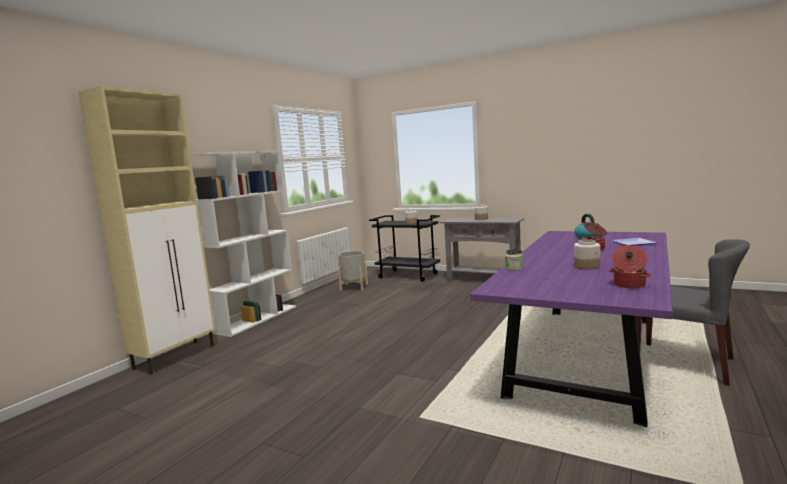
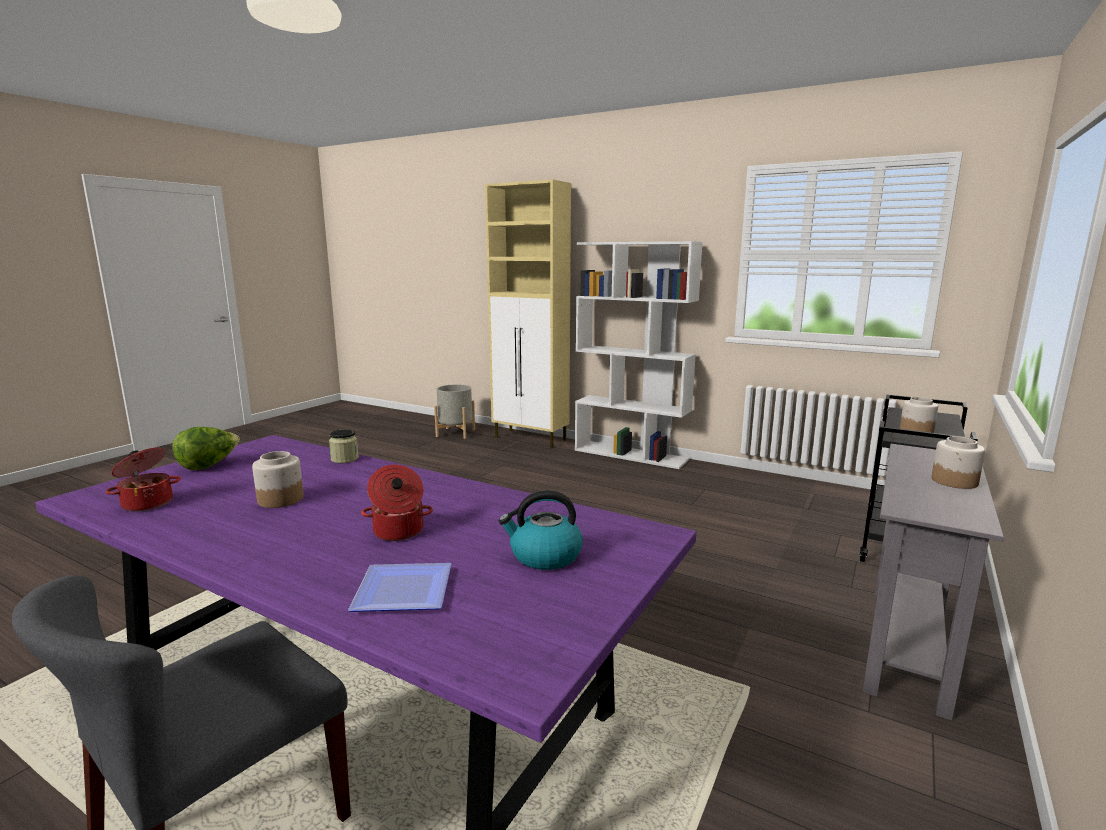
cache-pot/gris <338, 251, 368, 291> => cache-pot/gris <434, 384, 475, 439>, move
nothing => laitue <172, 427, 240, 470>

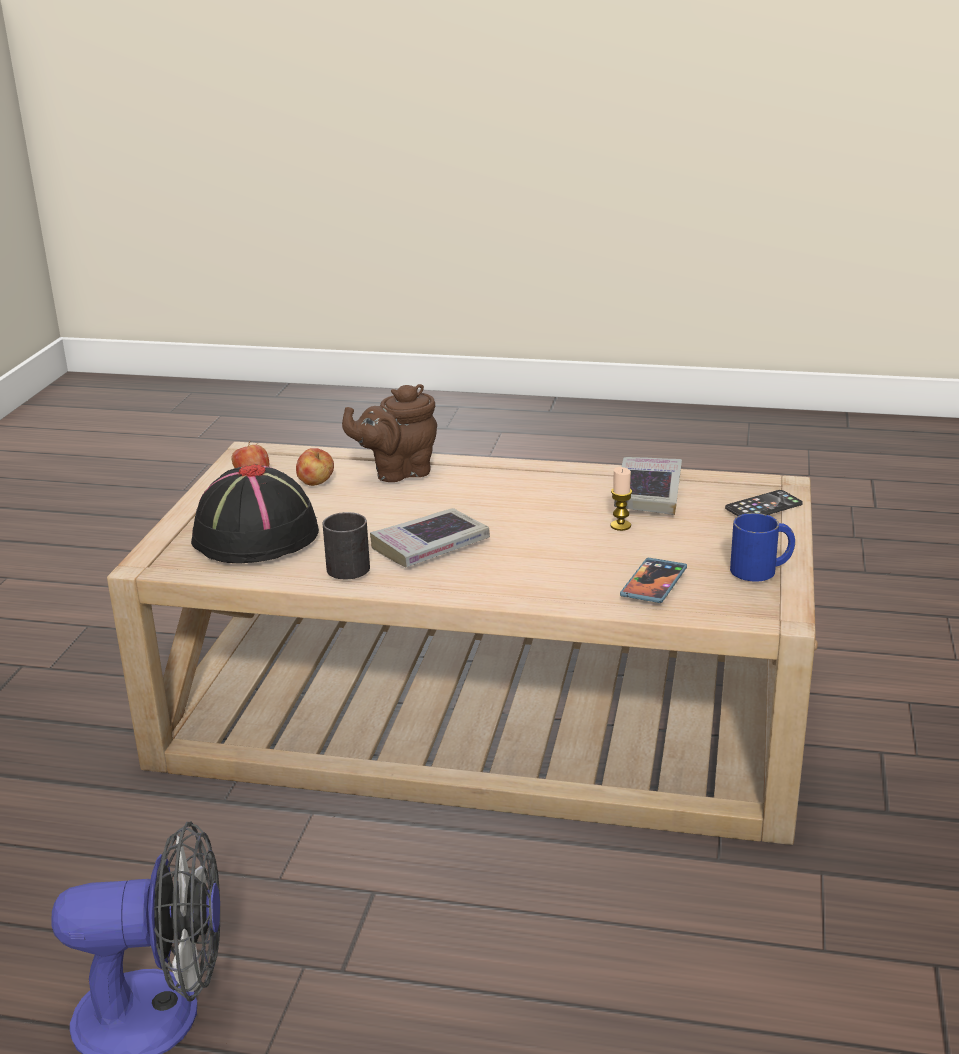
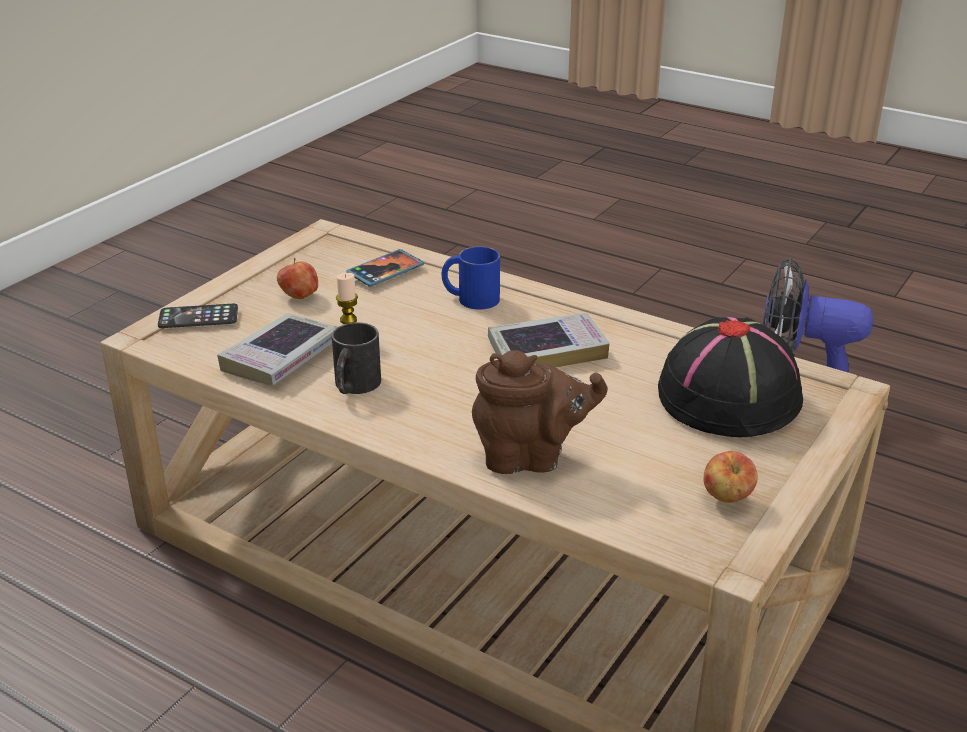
pomme <296, 448, 334, 486> => pomme <277, 258, 318, 299>, move
mug/noir <322, 512, 370, 579> => mug/noir <332, 322, 381, 394>, move
mug/bleu <730, 513, 795, 582> => mug/bleu <441, 246, 500, 310>, move

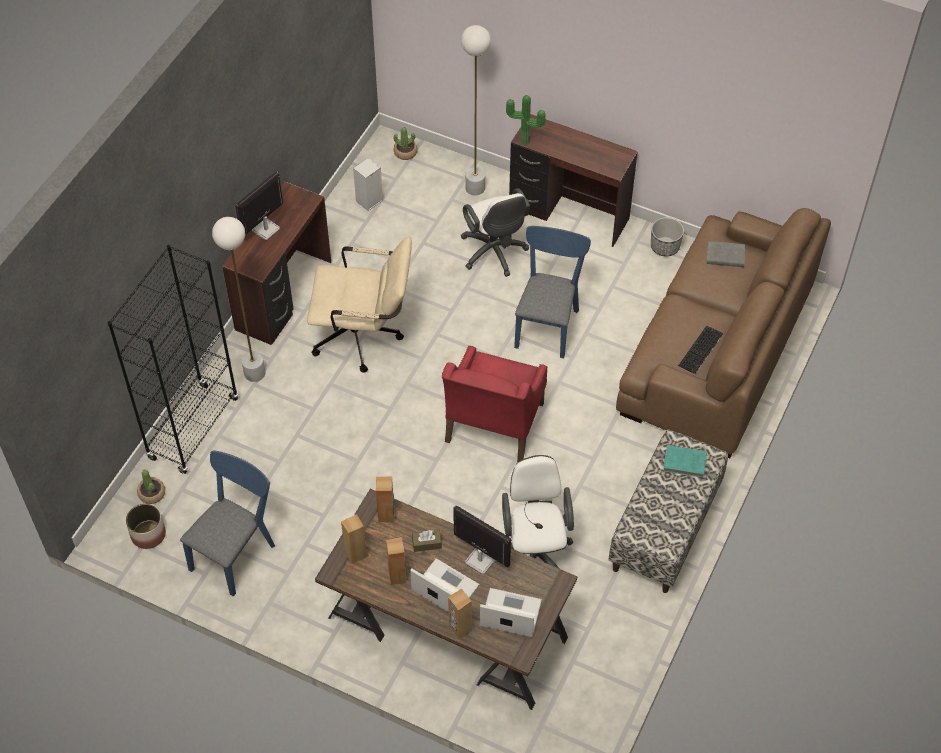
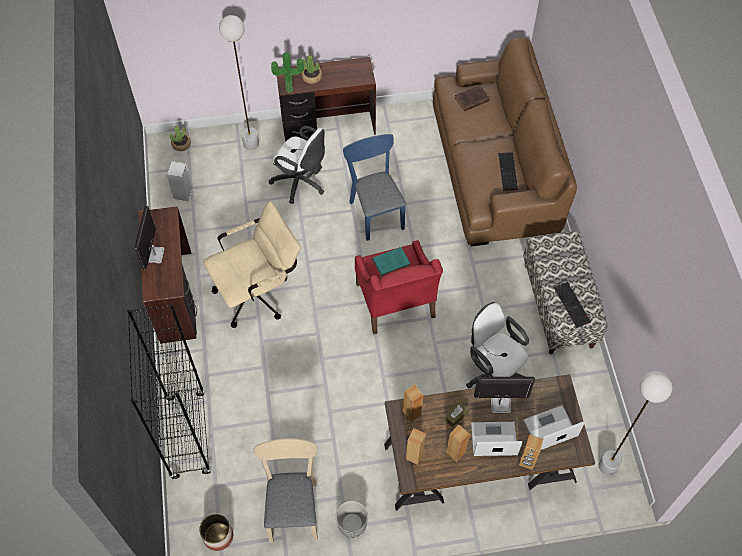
lampadaire/blanc <212, 217, 266, 382> => lampadaire/blanc <598, 371, 673, 475>, move
cache-pot <651, 217, 684, 256> => cache-pot <336, 501, 368, 538>, move
livre/gris <707, 241, 745, 267> => livre/marron <455, 85, 490, 111>
livre/turquoise <663, 445, 707, 478> => livre/turquoise <373, 247, 410, 277>, move
chaise/bleu <180, 451, 275, 597> => chaise/beige <254, 438, 318, 543>
plante en pot <137, 469, 165, 504> => plante en pot <301, 55, 322, 84>, move
nothing => clavier <553, 282, 591, 328>

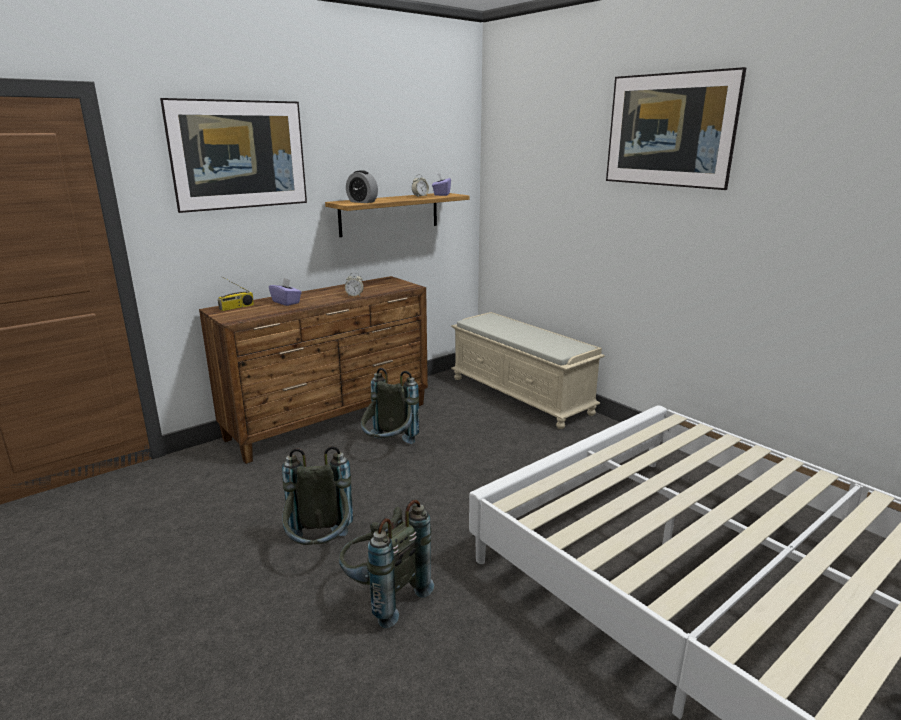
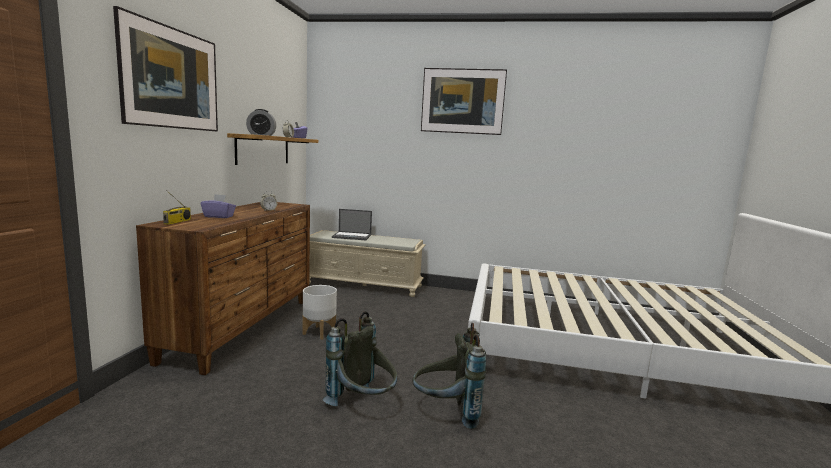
sac à dos/gris <361, 368, 419, 444> => cache-pot/blanc <303, 285, 337, 340>
nothing => ordinateur portable <332, 209, 372, 240>

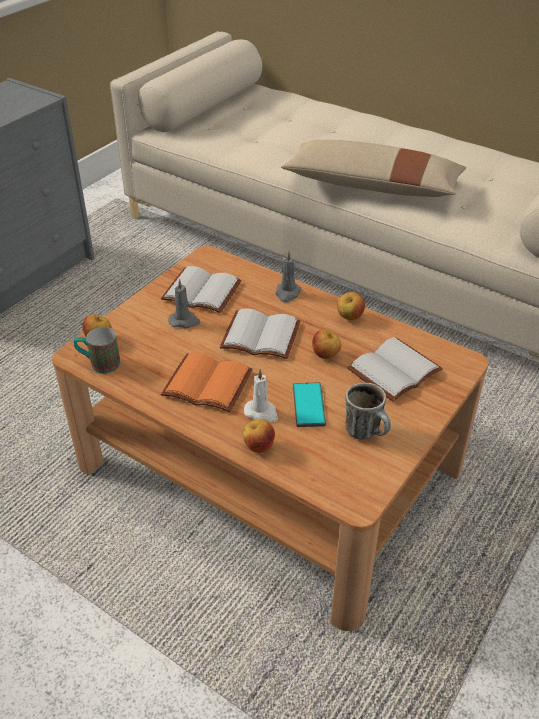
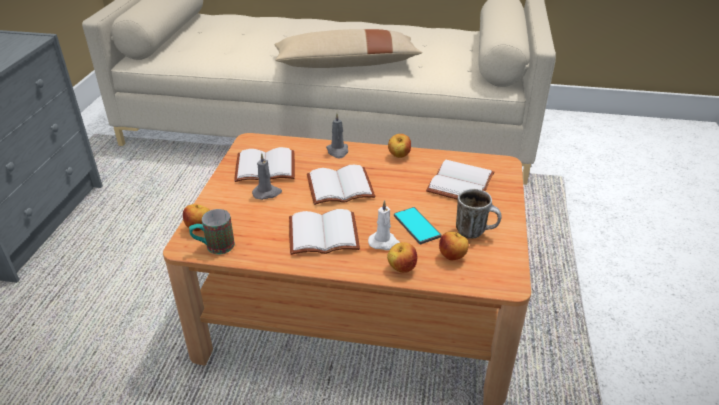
pomme <312, 329, 342, 359> => pomme <439, 232, 469, 260>, move
livre/orange <161, 352, 253, 412> => livre/blanc <289, 209, 360, 255>

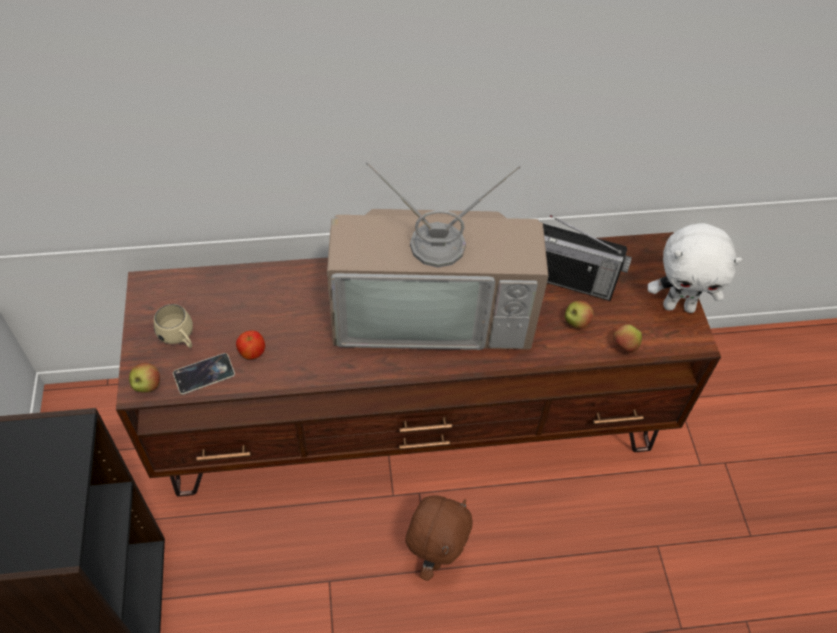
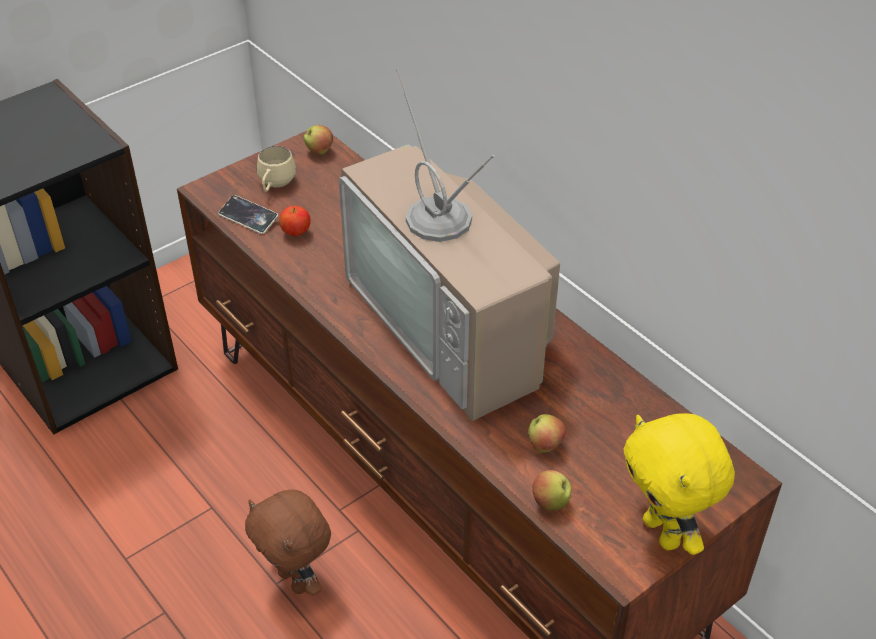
radio <543, 215, 632, 301> => nothing
peluche/blanc <648, 223, 742, 313> => peluche/jaune <624, 413, 735, 555>
pomme <129, 363, 160, 393> => pomme <304, 125, 333, 155>, move
peluche/marron <405, 495, 473, 581> => peluche/marron <245, 490, 331, 595>, 60 degrees clockwise

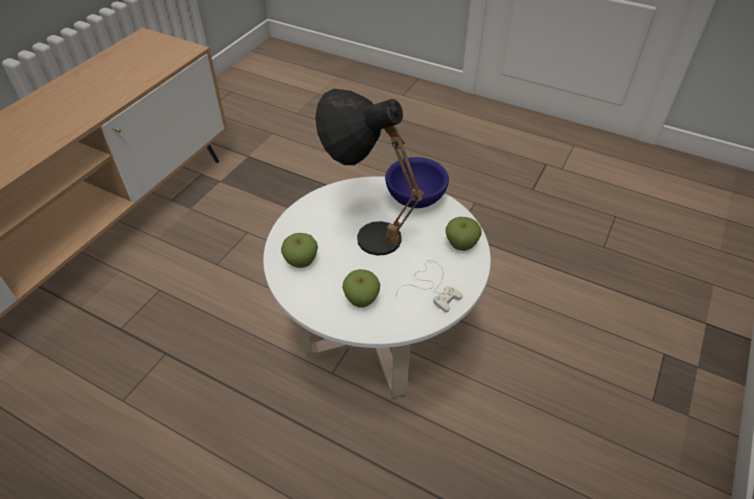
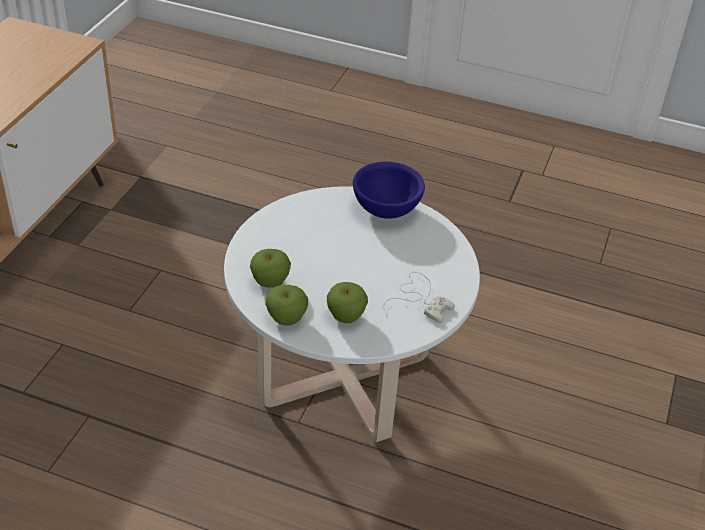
lampe de table/noir <315, 89, 424, 256> => nothing
pomme <446, 217, 482, 251> => pomme <265, 285, 308, 326>, move

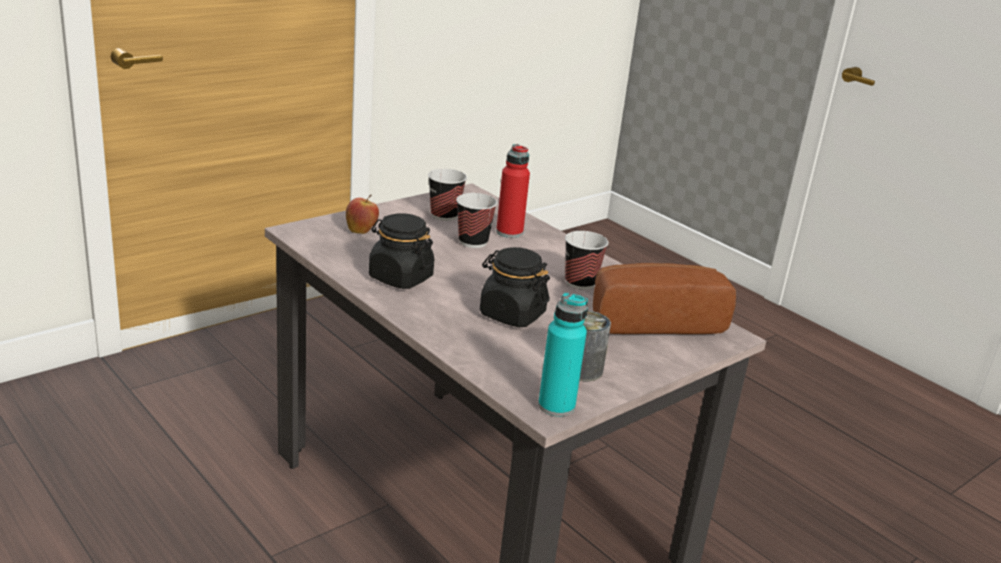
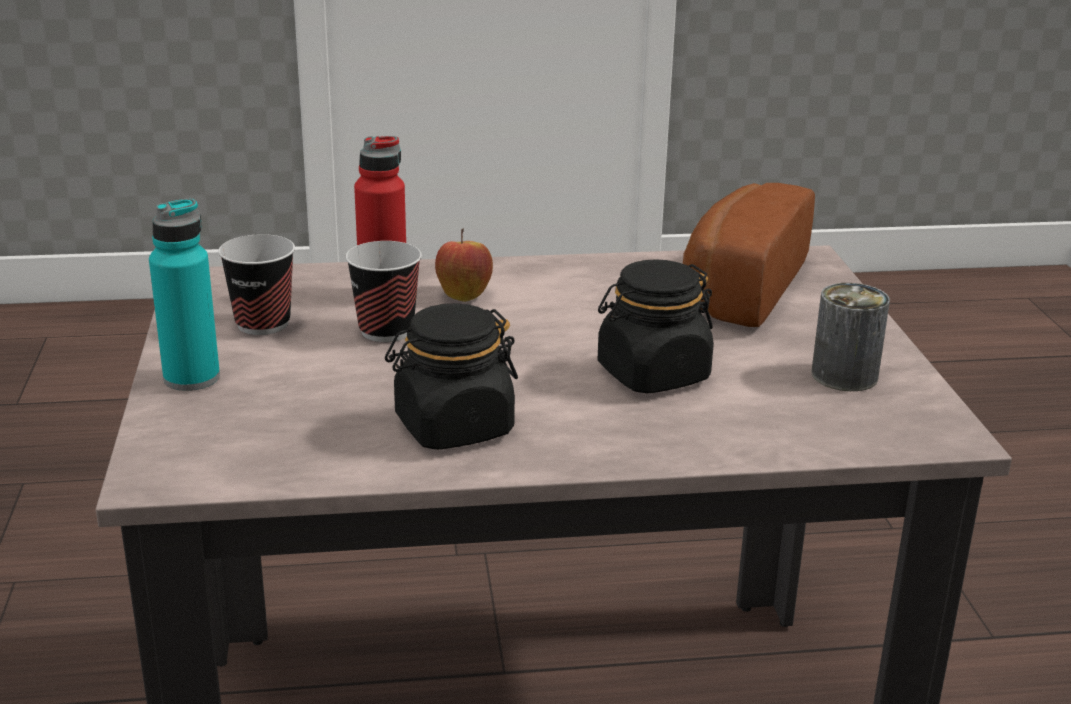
pomme <346, 195, 379, 234> => pomme <435, 228, 493, 302>, move
tasse <565, 231, 608, 290> => nothing
bouteille/turquoise <538, 292, 588, 417> => bouteille/turquoise <149, 199, 220, 391>, move

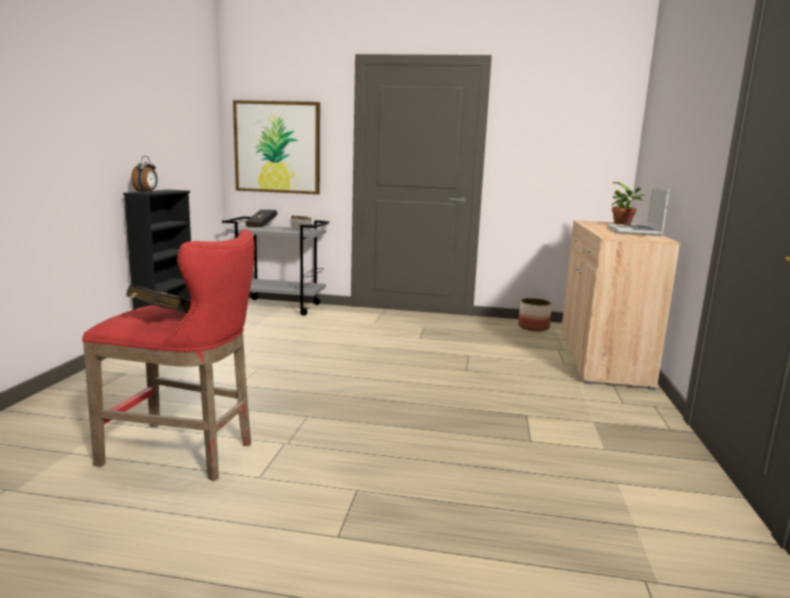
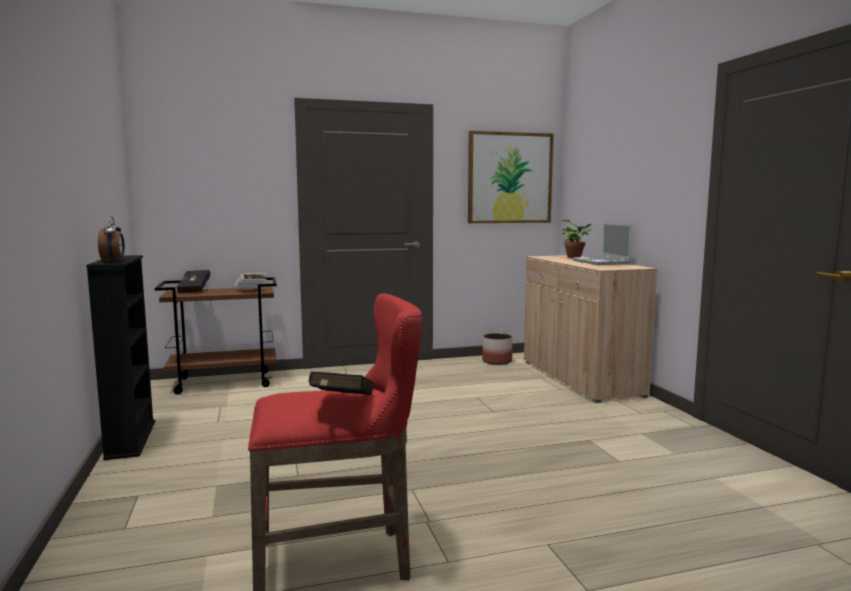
tableau <233, 100, 320, 194> => tableau <468, 131, 554, 223>, move
chariot/gris <222, 216, 329, 316> => chariot/marron <155, 277, 277, 395>

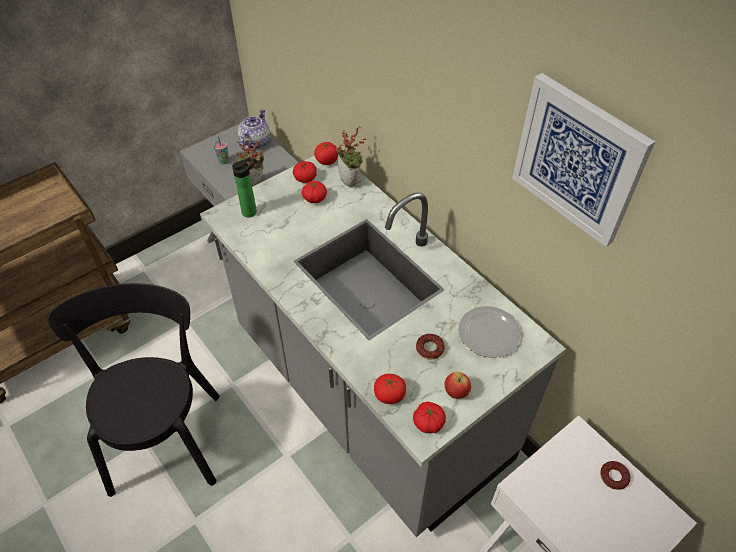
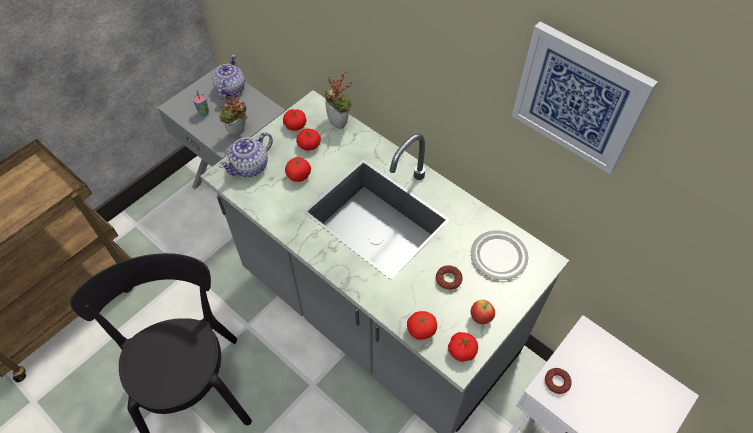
tomate <314, 142, 338, 165> => tomate <285, 157, 311, 182>, move
bouteille <232, 157, 257, 218> => théière <219, 132, 273, 177>
beignet <600, 461, 631, 490> => beignet <545, 368, 572, 394>, move

